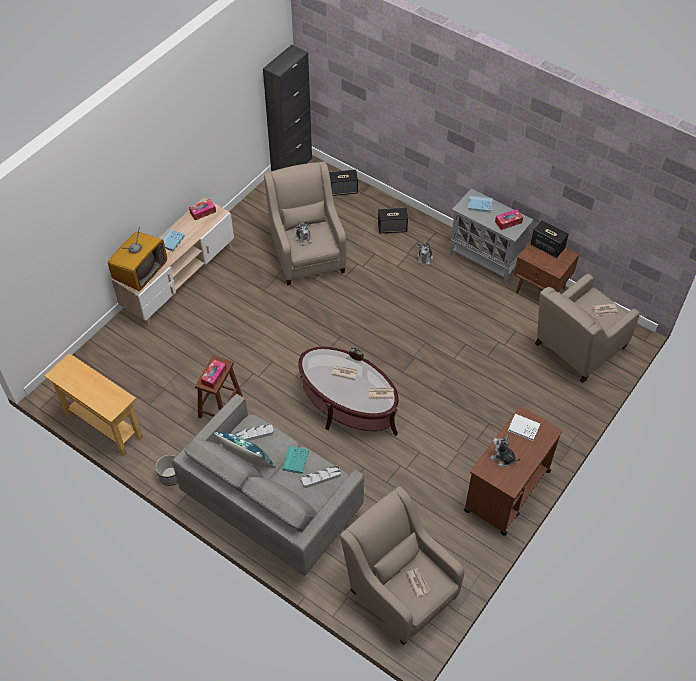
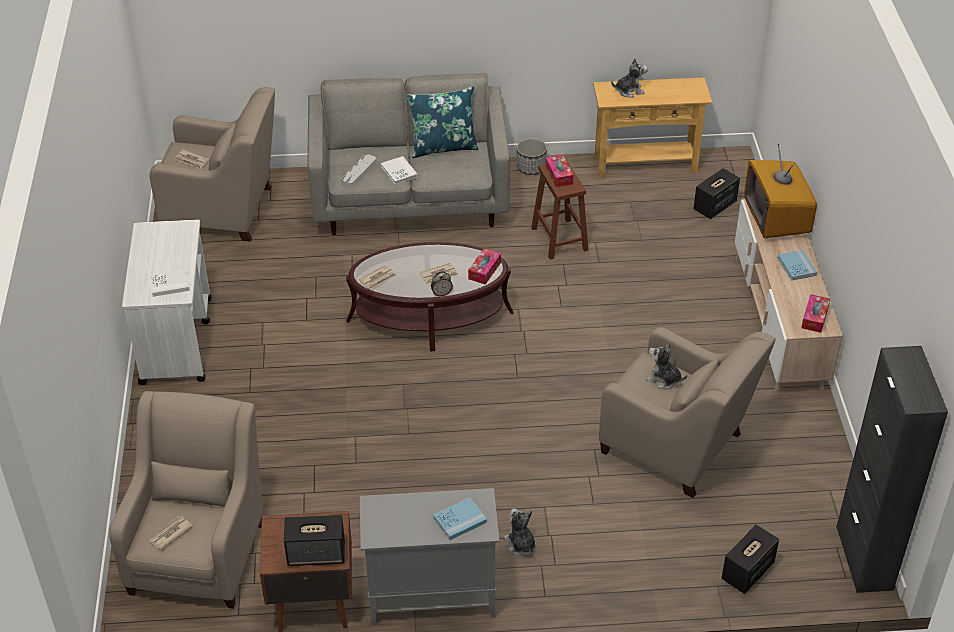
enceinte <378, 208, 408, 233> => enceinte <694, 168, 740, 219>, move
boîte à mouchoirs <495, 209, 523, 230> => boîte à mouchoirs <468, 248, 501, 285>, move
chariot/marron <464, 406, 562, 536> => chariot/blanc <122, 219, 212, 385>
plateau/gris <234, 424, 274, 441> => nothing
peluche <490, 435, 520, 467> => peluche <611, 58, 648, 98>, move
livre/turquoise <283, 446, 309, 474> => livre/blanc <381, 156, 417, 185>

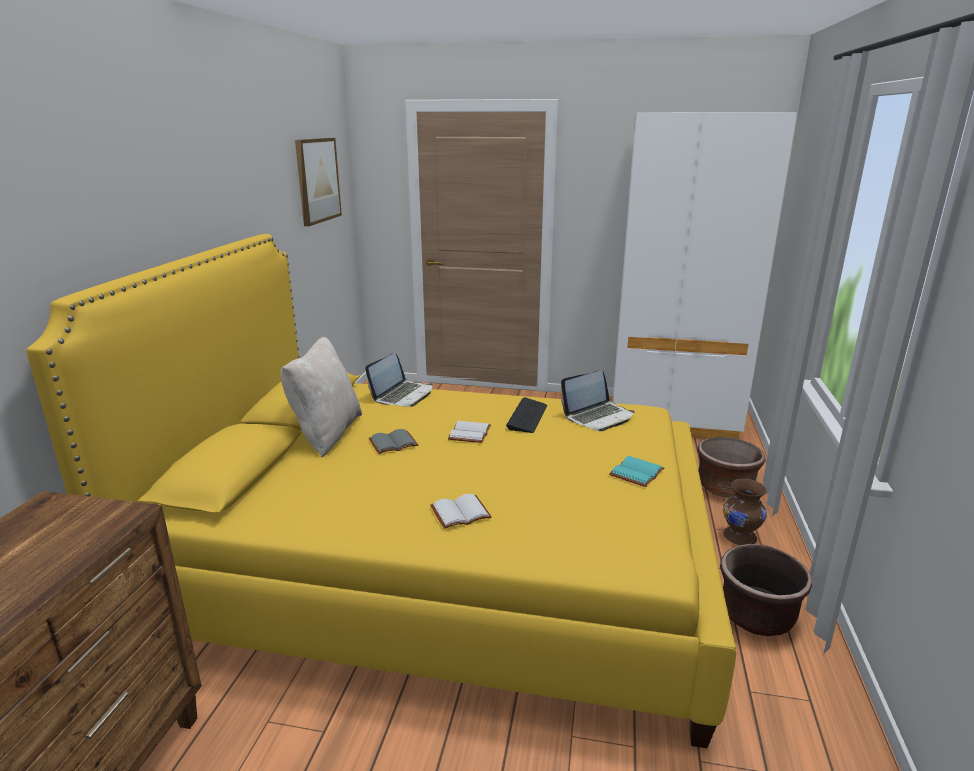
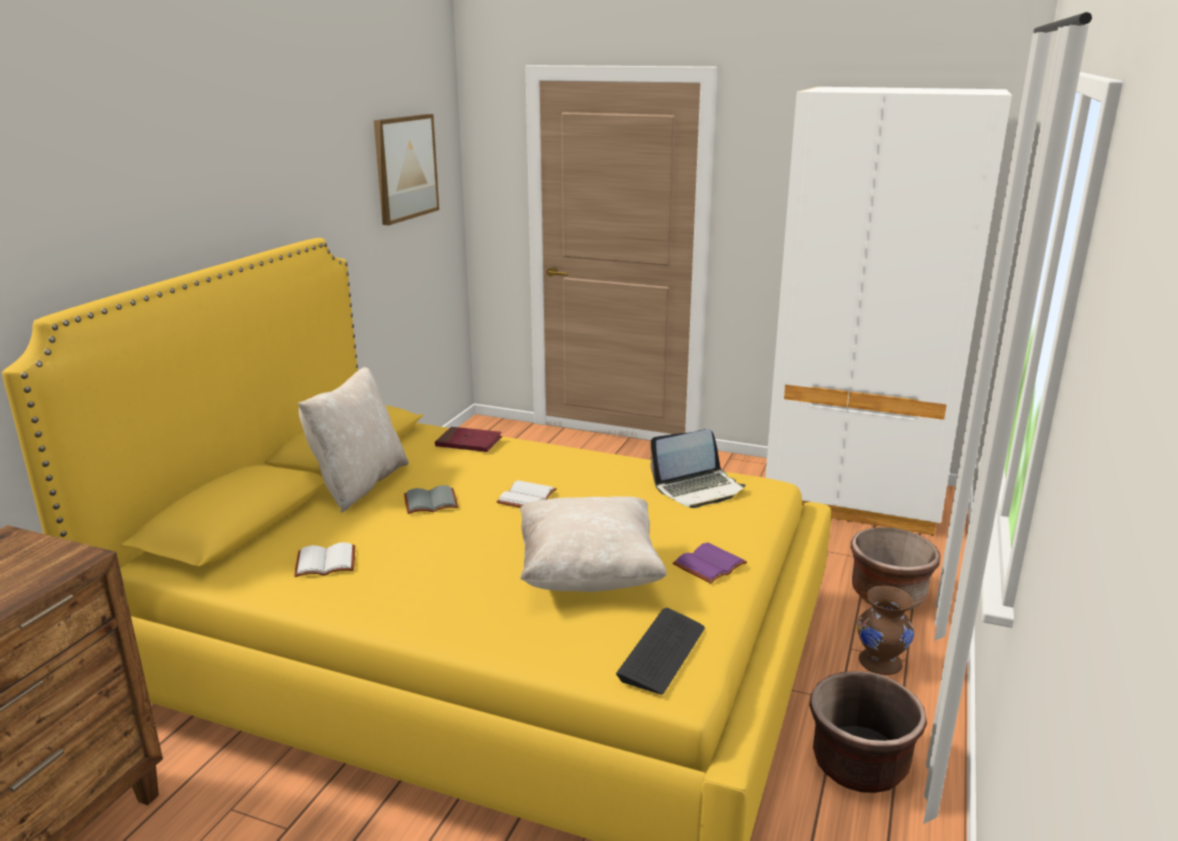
ordinateur portable <365, 353, 433, 407> => livre/rouge <435, 427, 502, 452>
clavier <506, 397, 547, 433> => clavier <616, 608, 705, 694>, move
livre/turquoise <609, 456, 664, 487> => livre/violet <673, 542, 747, 584>
livre/blanc <431, 494, 492, 529> => livre/blanc <294, 542, 355, 577>, move
nothing => coussin/beige <520, 496, 667, 592>

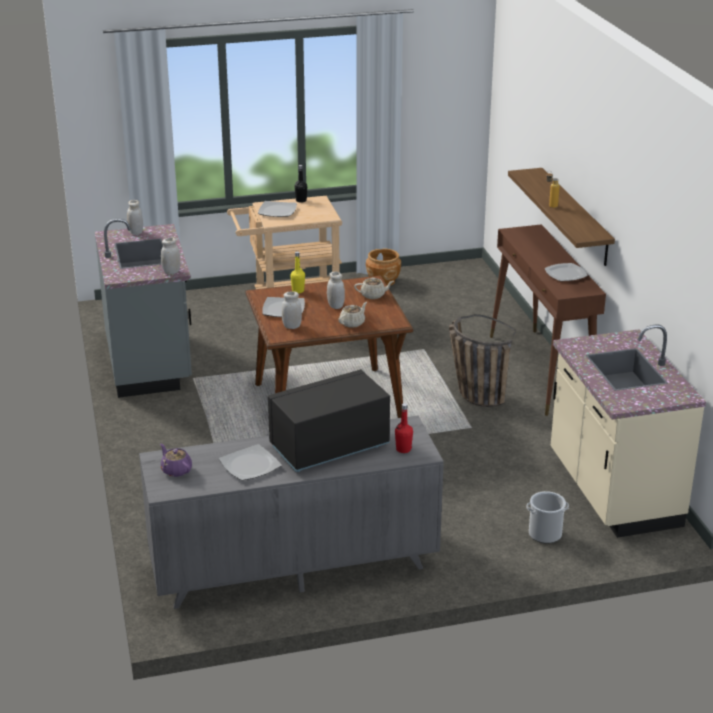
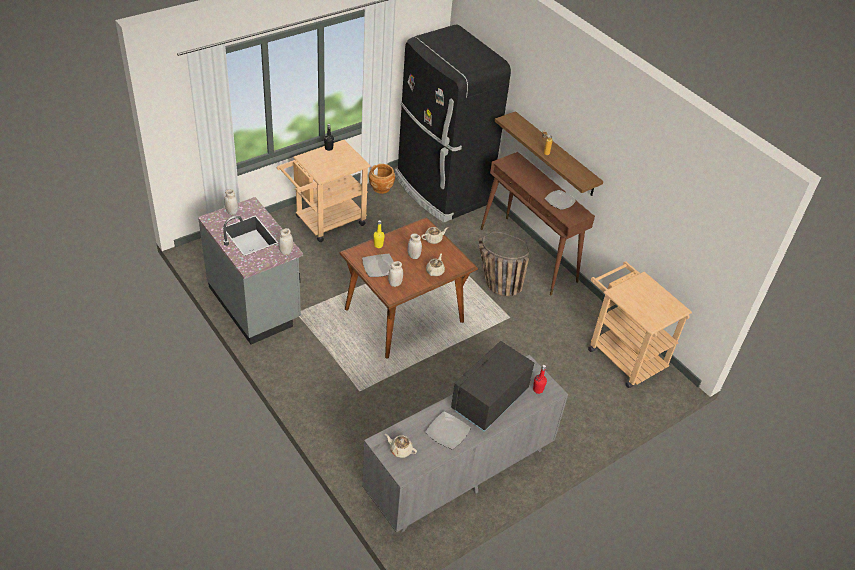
assiette <258, 201, 297, 217> => nothing
comptoir de cuisine/beige <551, 324, 706, 538> => chariot/beige <588, 261, 692, 388>
théière/violet <160, 443, 192, 477> => théière/beige <385, 434, 417, 458>
seau <526, 491, 569, 543> => nothing
nothing => réfrigérateur/noir <395, 24, 511, 222>

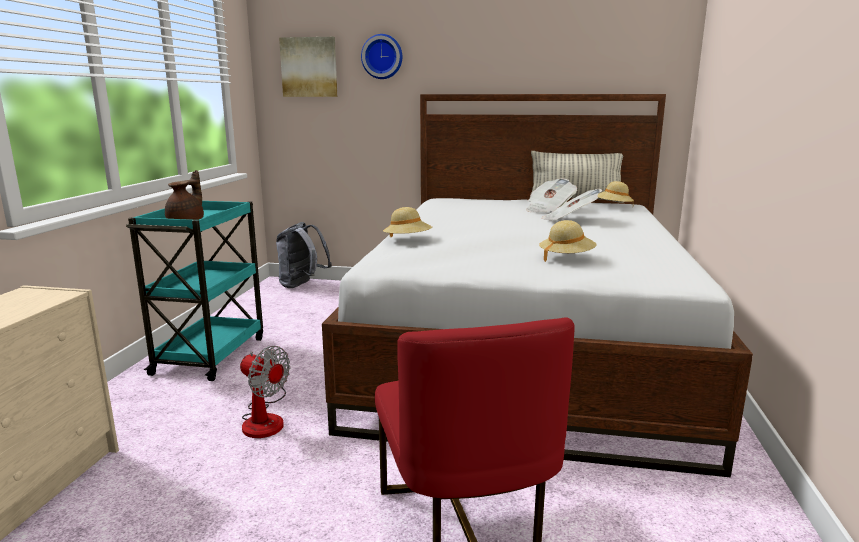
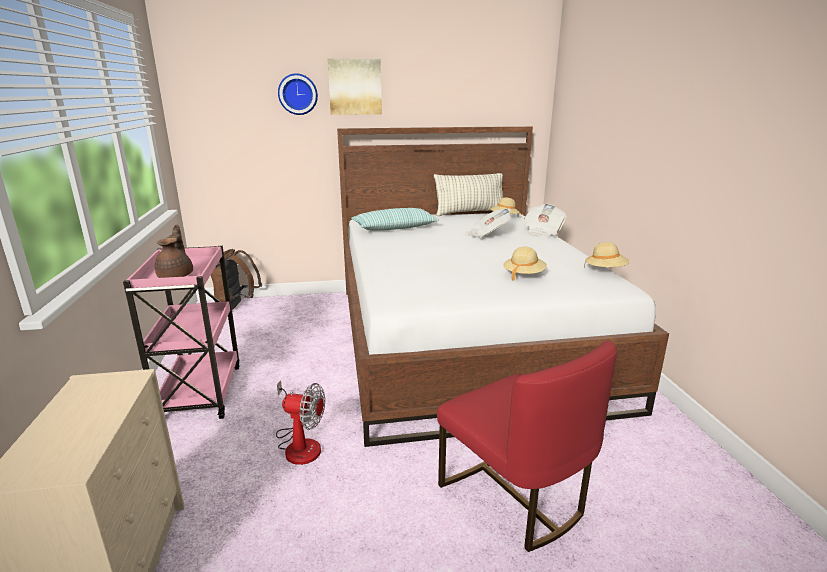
tableau <279, 37, 337, 97> => tableau <327, 58, 382, 115>, move
journal <526, 178, 577, 213> => journal <524, 204, 567, 237>, move
chariot/turquoise <126, 201, 263, 381> => chariot/rose <123, 246, 240, 419>
chapeau/beige <383, 207, 432, 237> => chapeau/beige <584, 242, 629, 267>, move
sac à dos/gris <276, 222, 332, 288> => sac à dos/marron <211, 249, 262, 310>
nothing => coussin <351, 208, 439, 231>

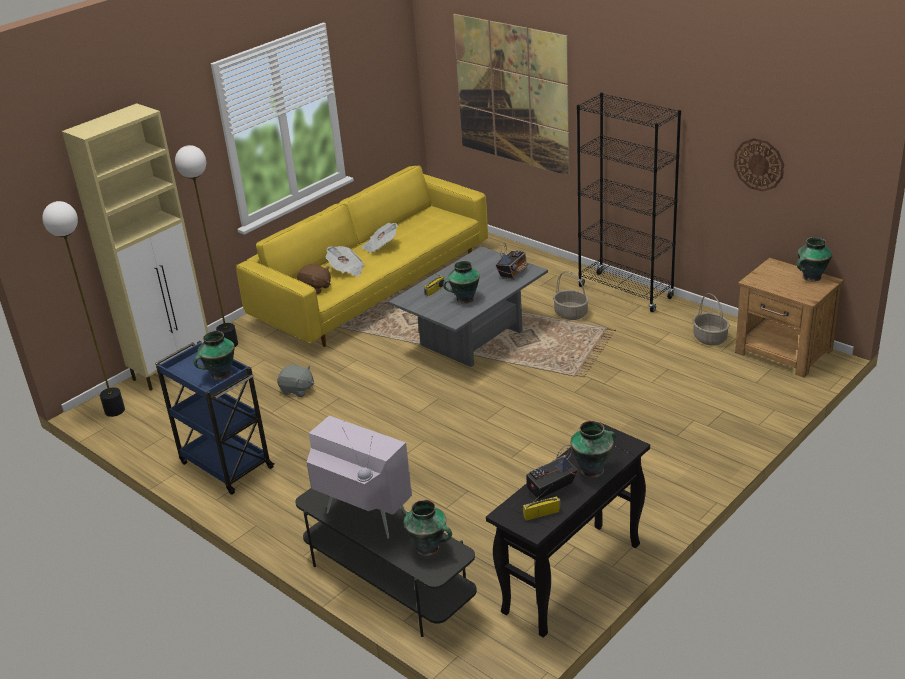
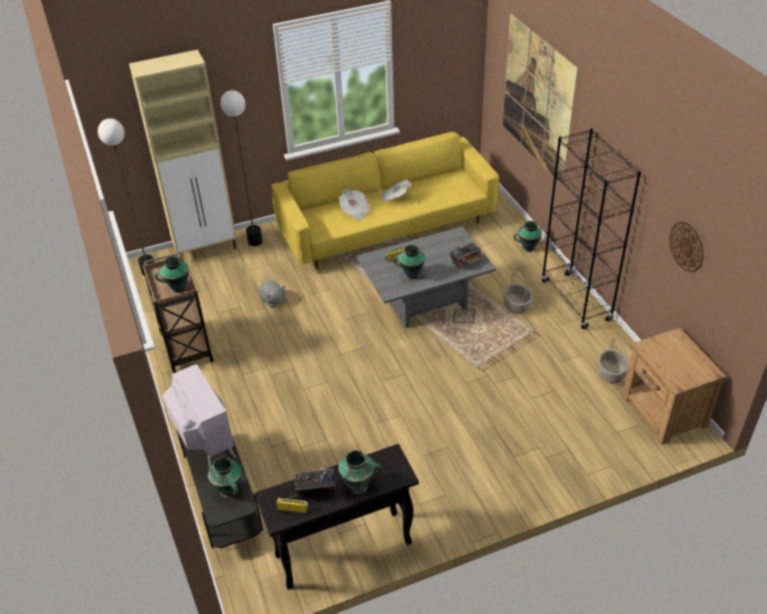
vase <797, 237, 832, 282> => vase <514, 221, 542, 252>, move
peluche/marron <297, 264, 331, 294> => nothing
chariot/bleu <155, 341, 274, 495> => chariot/marron <142, 252, 214, 373>

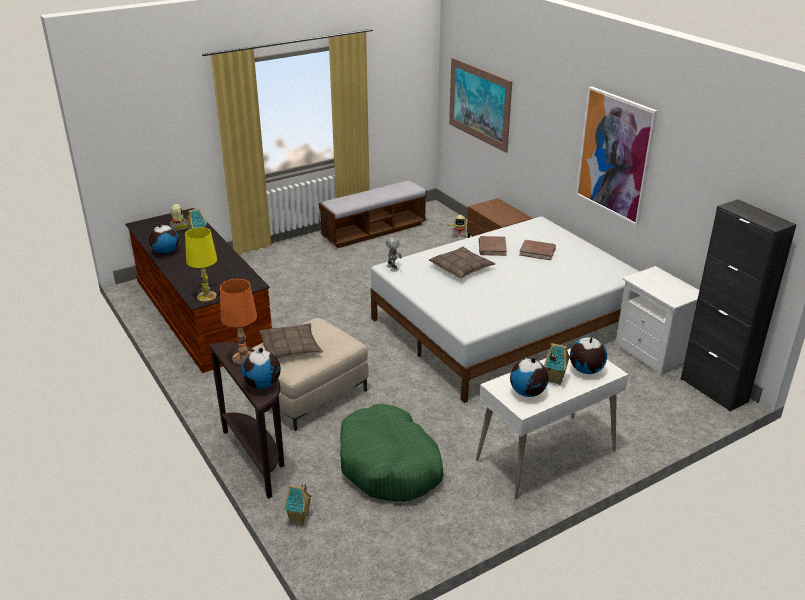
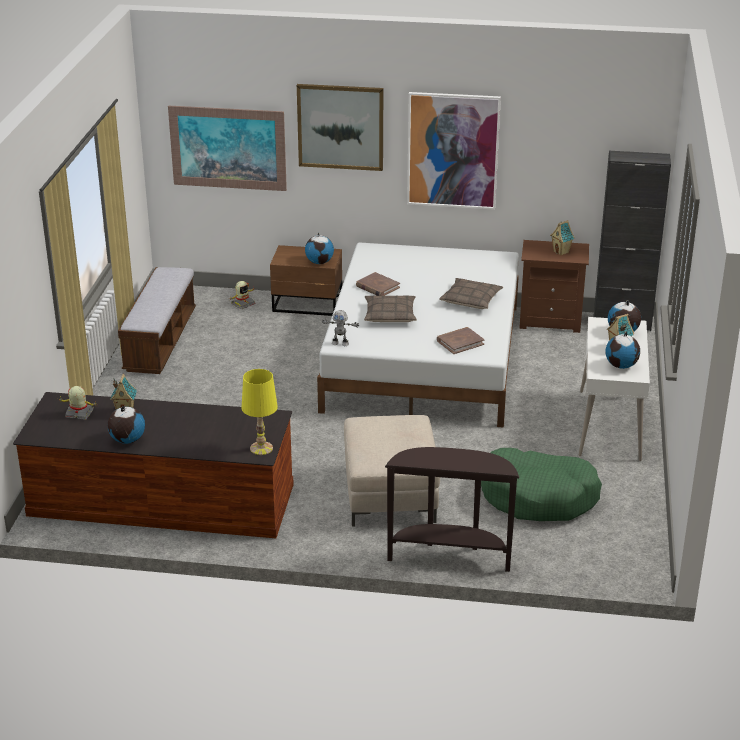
livre/marron <519, 240, 556, 260> => livre/marron <437, 327, 484, 354>, move
table de chevet/blanc <615, 266, 699, 377> => table de chevet/marron <519, 240, 589, 333>
lampe de table/orange <220, 279, 257, 365> => nothing
coussin <259, 323, 323, 359> => coussin <439, 278, 503, 309>, move
globe <241, 348, 281, 389> => globe <305, 232, 334, 264>, move
maison miniature <283, 483, 312, 525> => maison miniature <550, 220, 575, 256>, move
nothing => tableau <297, 84, 383, 171>

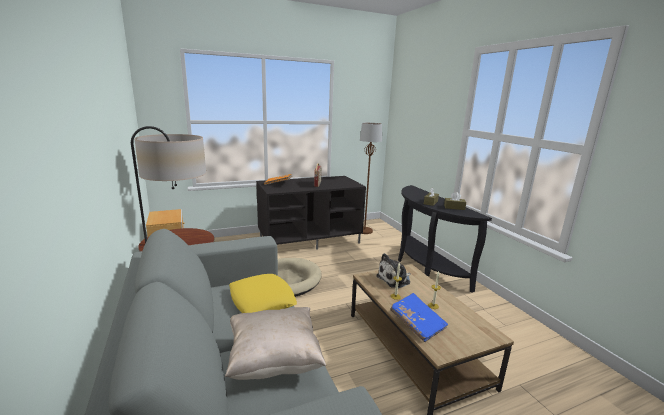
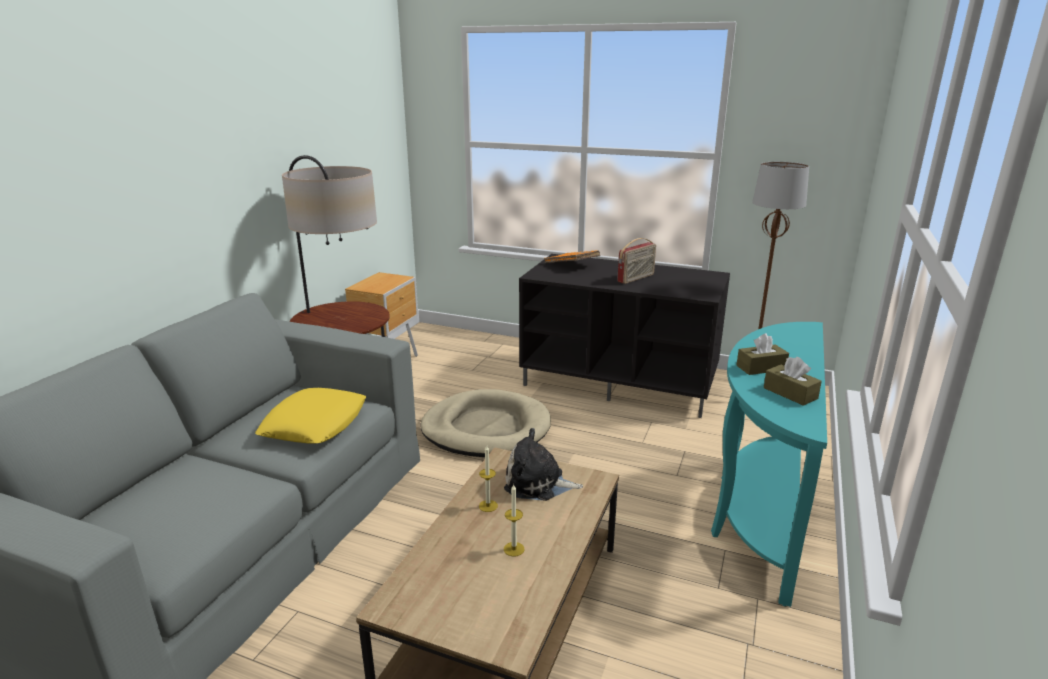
table console/noir <398, 185, 492, 293> => table console/turquoise <711, 322, 827, 607>
livre/bleu <390, 293, 448, 342> => nothing
coussin/beige <225, 307, 326, 380> => nothing

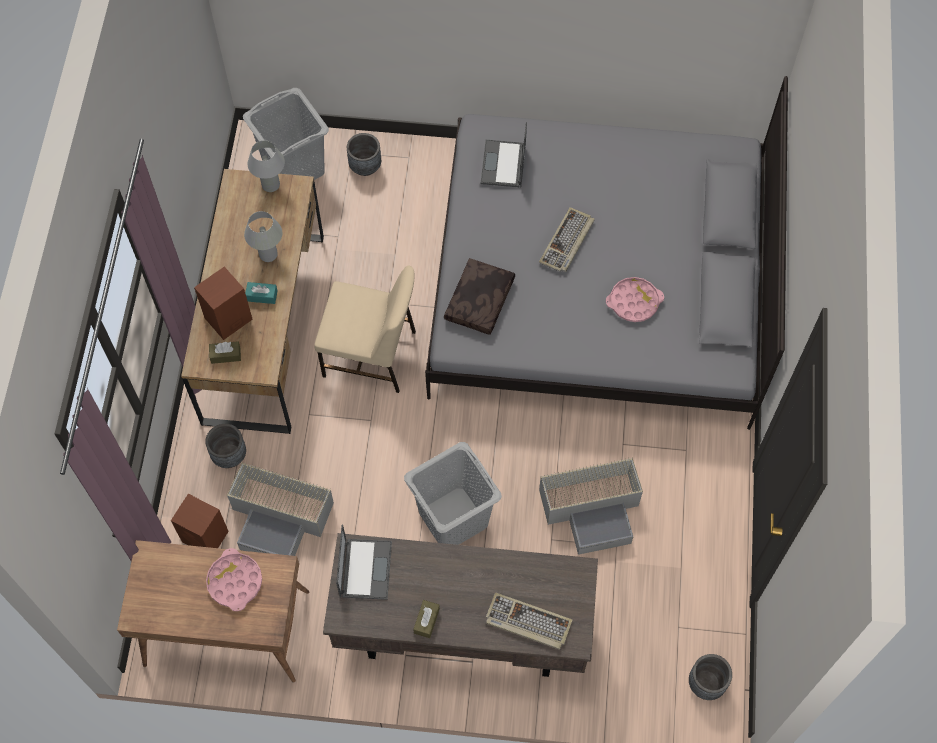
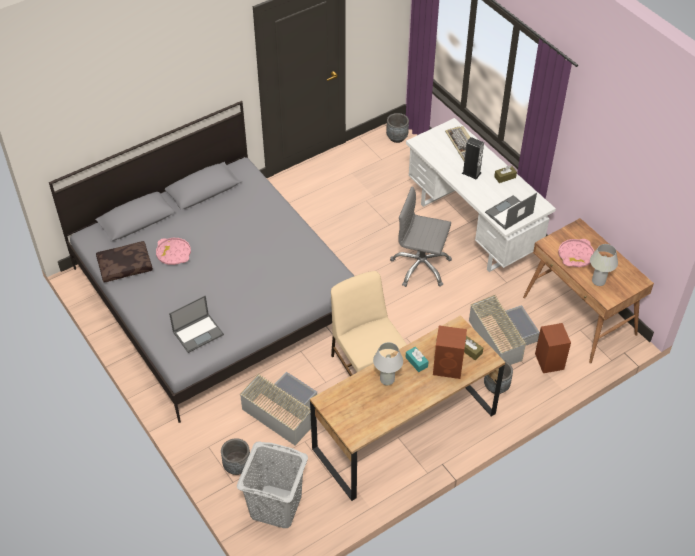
lampe de table/blanc <248, 140, 285, 192> => lampe de table/blanc <590, 244, 618, 286>, move
clavier <539, 207, 595, 272> => nothing
coussin/marron <444, 258, 515, 335> => coussin/marron <96, 241, 153, 282>, move
plateau/rose <606, 277, 664, 322> => plateau/rose <156, 238, 191, 265>, move
panier à linge/gris <404, 442, 502, 545> => chaise de bureau/gris <390, 187, 452, 287>
boîte de rangement/gris <539, 457, 643, 555> => boîte de rangement/gris <240, 372, 317, 445>, move
bureau/marron <323, 533, 598, 677> => bureau/blanc <406, 118, 556, 272>
nothing => enceinte <462, 137, 484, 179>

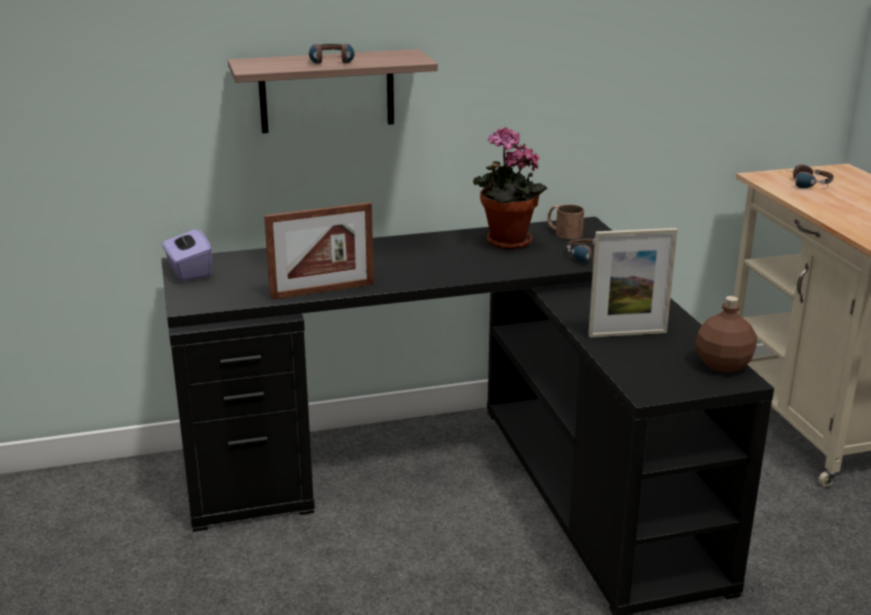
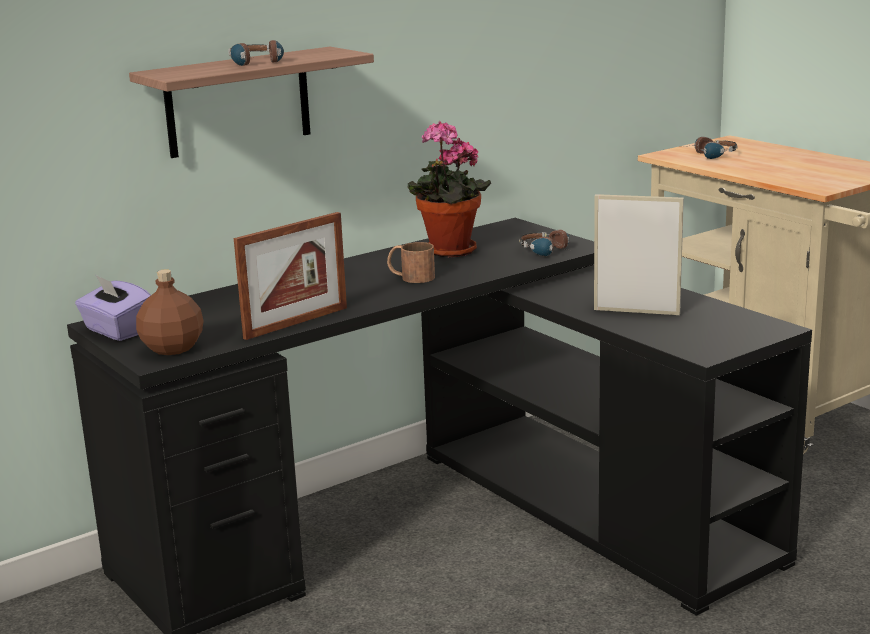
mug/marron <547, 205, 584, 239> => mug/marron <387, 242, 435, 283>, move
cadre photo <588, 228, 677, 337> => cadre photo <594, 194, 684, 315>, 135 degrees counterclockwise
bouteille/marron <695, 296, 757, 373> => bouteille/marron <136, 269, 204, 355>, move

